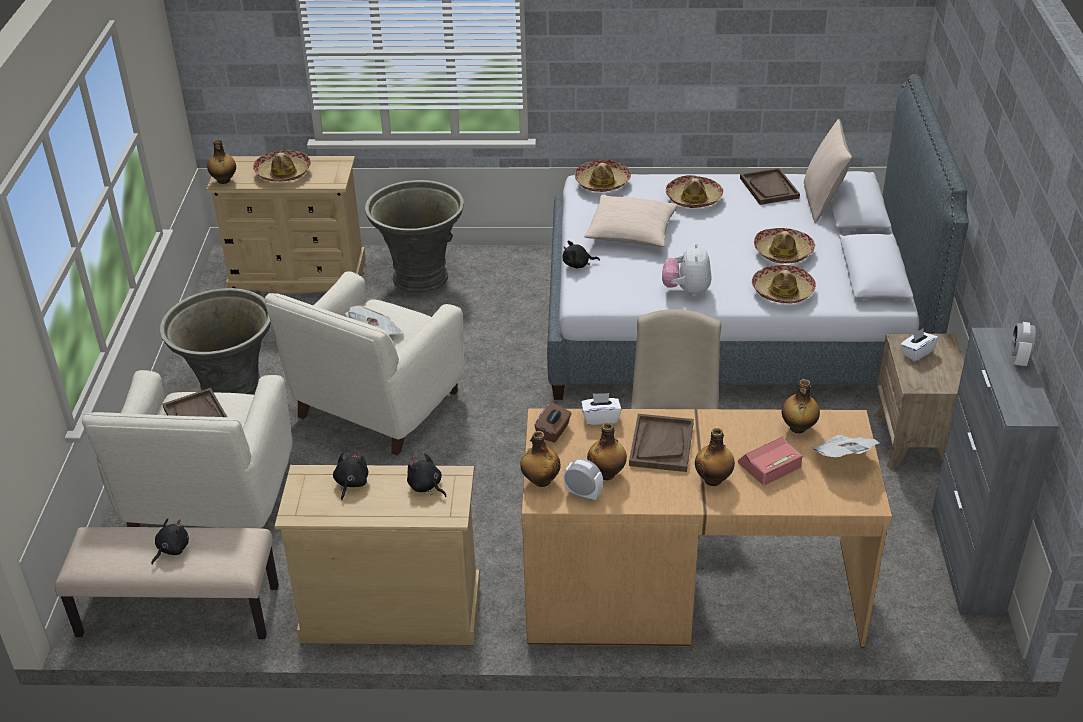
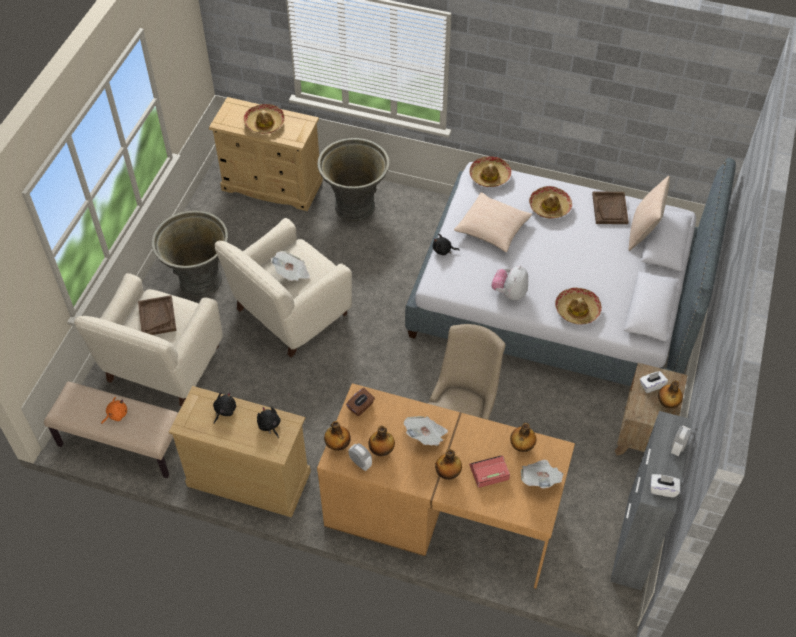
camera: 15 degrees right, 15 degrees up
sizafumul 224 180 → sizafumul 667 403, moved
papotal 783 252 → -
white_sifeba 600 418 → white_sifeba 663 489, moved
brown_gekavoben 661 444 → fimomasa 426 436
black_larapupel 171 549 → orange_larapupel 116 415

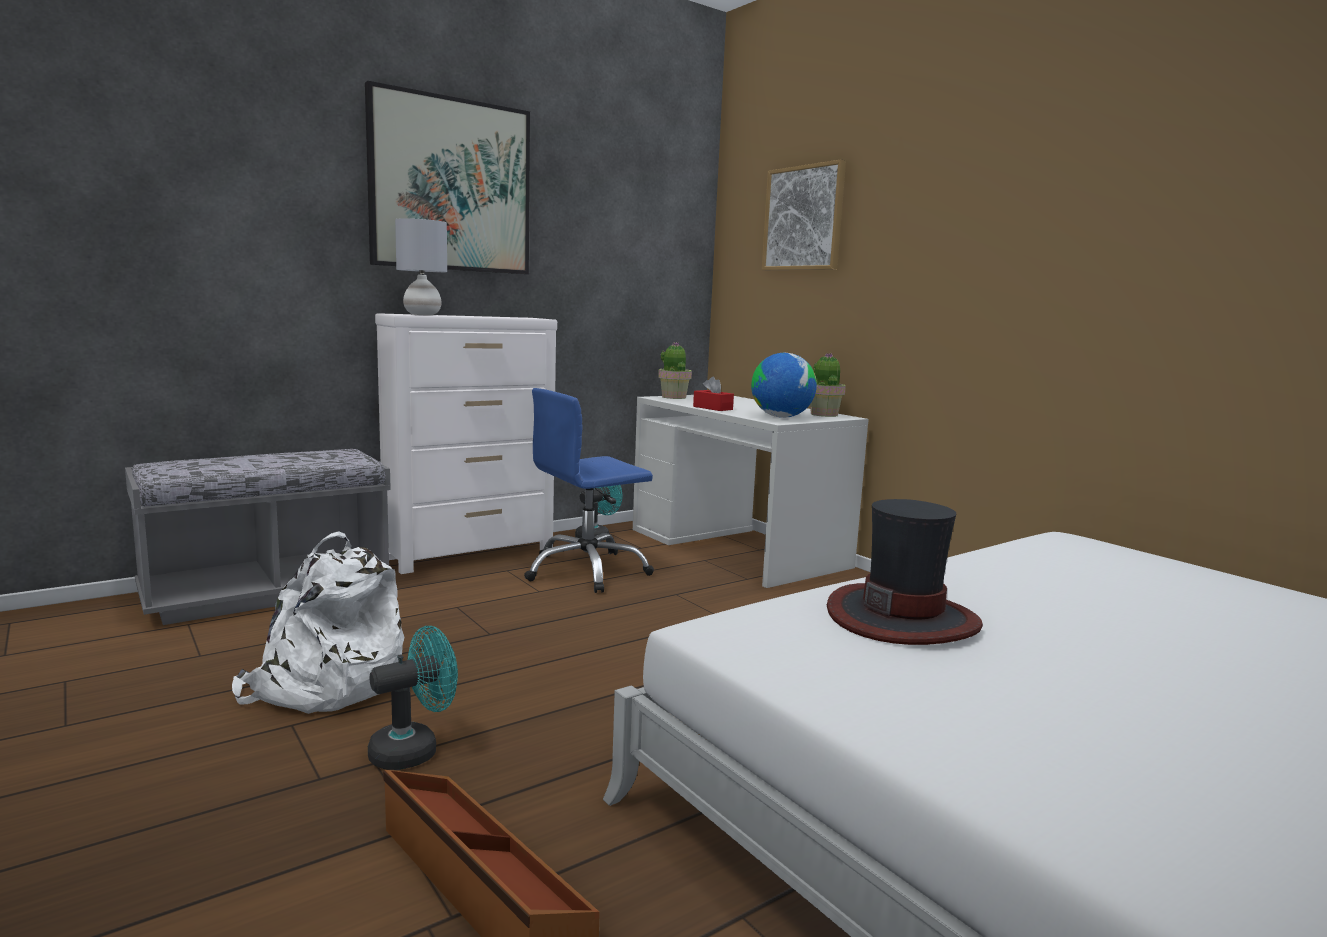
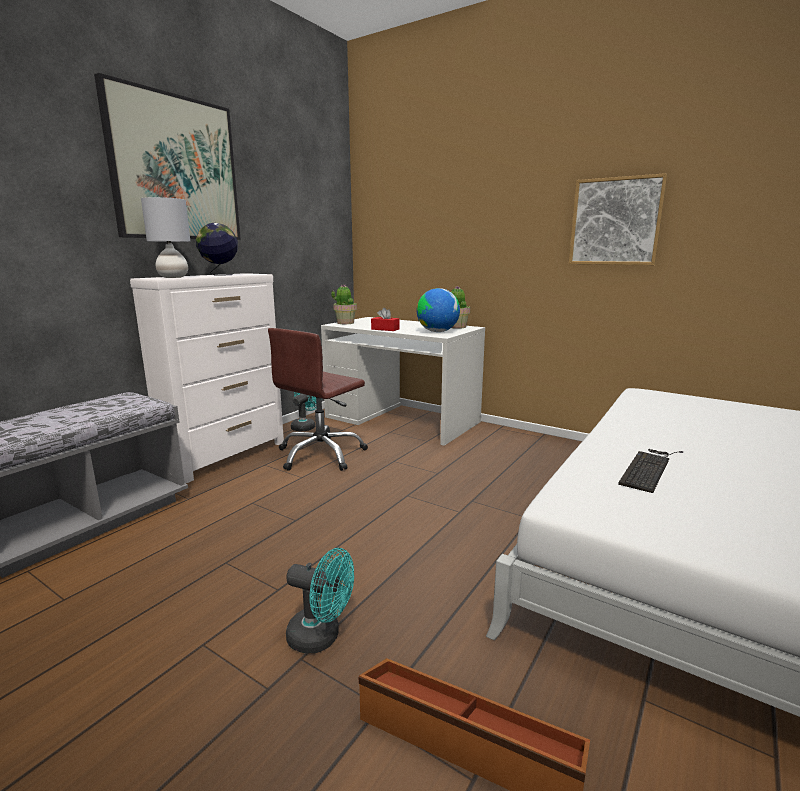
camera: 20 degrees left, 5 degrees up
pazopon 803 218 → pazopon 615 221, moved
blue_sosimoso 587 571 → brown_sosimoso 321 454
papotal 902 617 → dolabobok 649 468
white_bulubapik 325 685 → -
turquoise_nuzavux 414 750 → turquoise_nuzavux 321 637, 75 degrees clockwise
- → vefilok 220 275

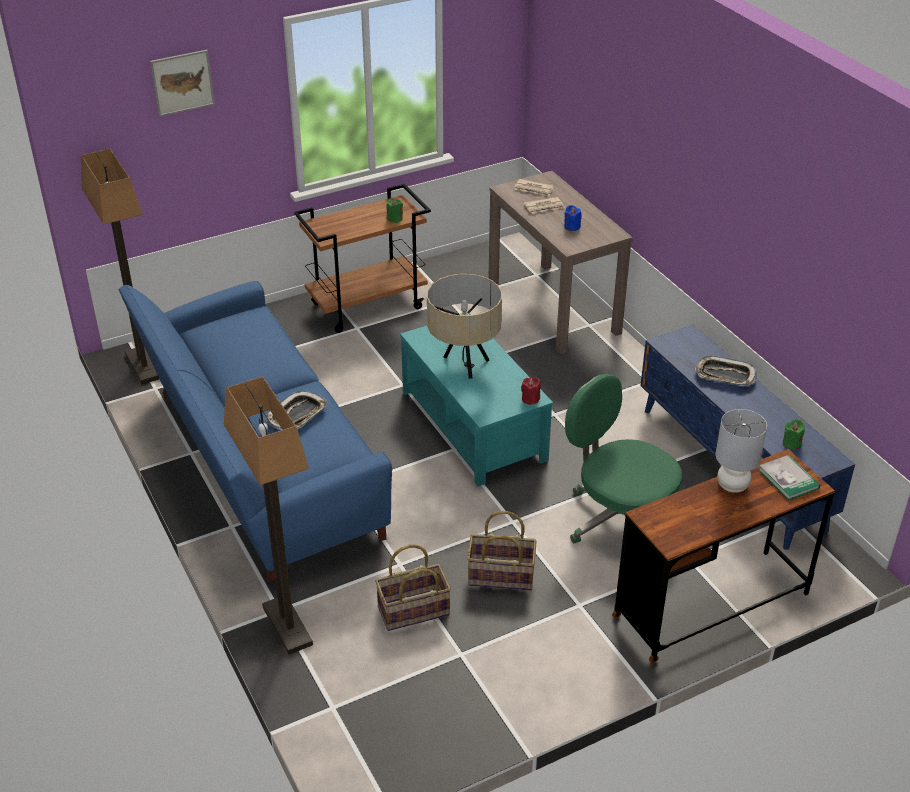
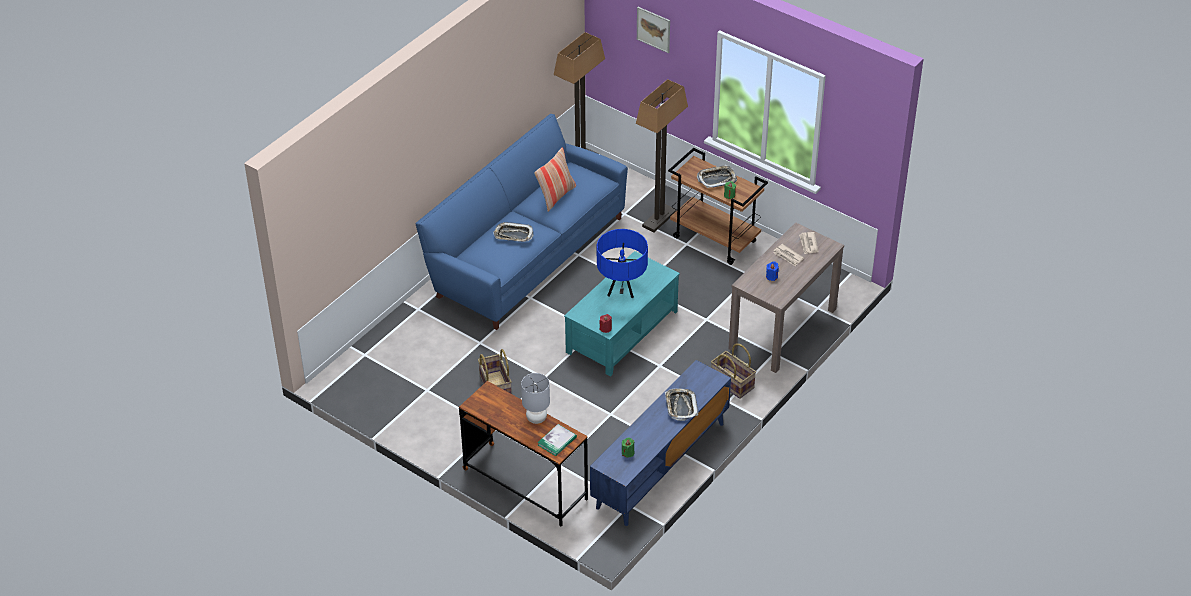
camera: 65 degrees right, 5 degrees up
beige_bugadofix 464 364 → blue_bugadofix 622 288
green_sosimoso 619 519 → -
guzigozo 286 626 → guzigozo 659 219, moved
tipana 413 612 → tipana 731 383, moved
- → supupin 556 196
- → gekavoben 717 179

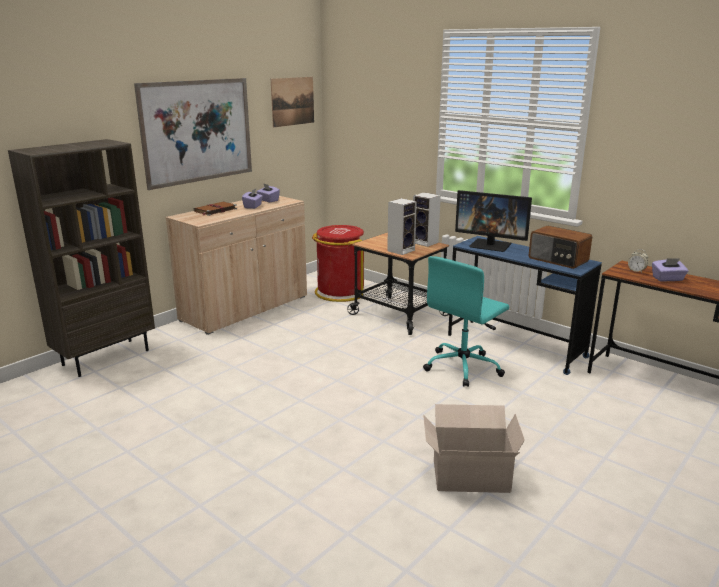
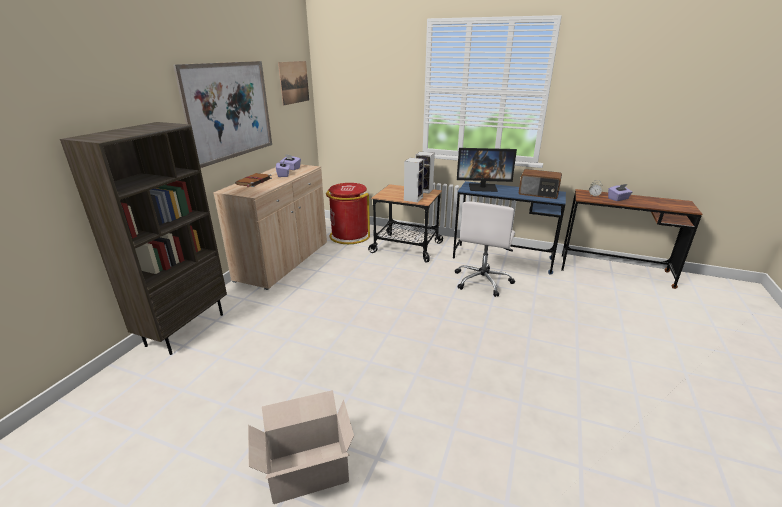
camera: 20 degrees left, 5 degrees up
turquoise_sosimoso 463 367 → white_sosimoso 482 281
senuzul 468 475 → senuzul 306 470, moved

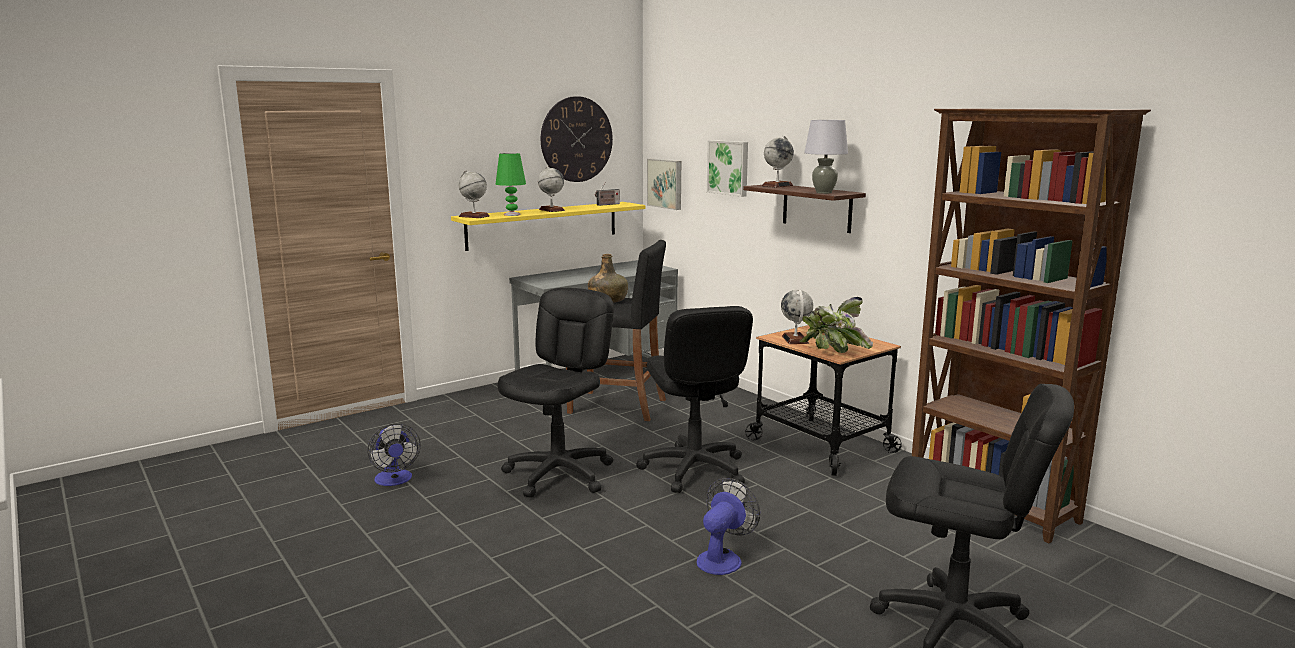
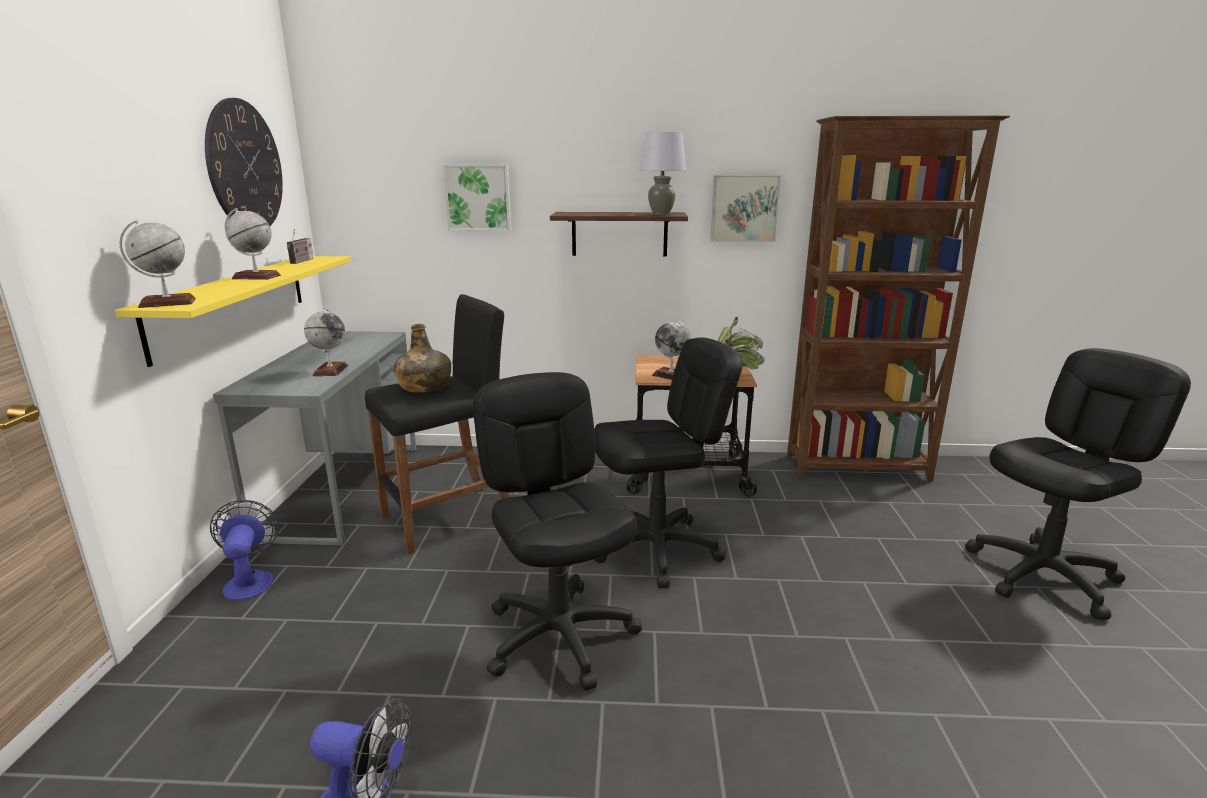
camera: 50 degrees left, 5 degrees up
vefilok 777 185 → vefilok 330 370, moved
green_bugadofix 512 214 → -
pazopon 666 183 → pazopon 744 208, moved
black_sosimoso 693 470 → black_sosimoso 657 549, 45 degrees counterclockwise
nuzavux 723 558 → nuzavux 250 580, moved

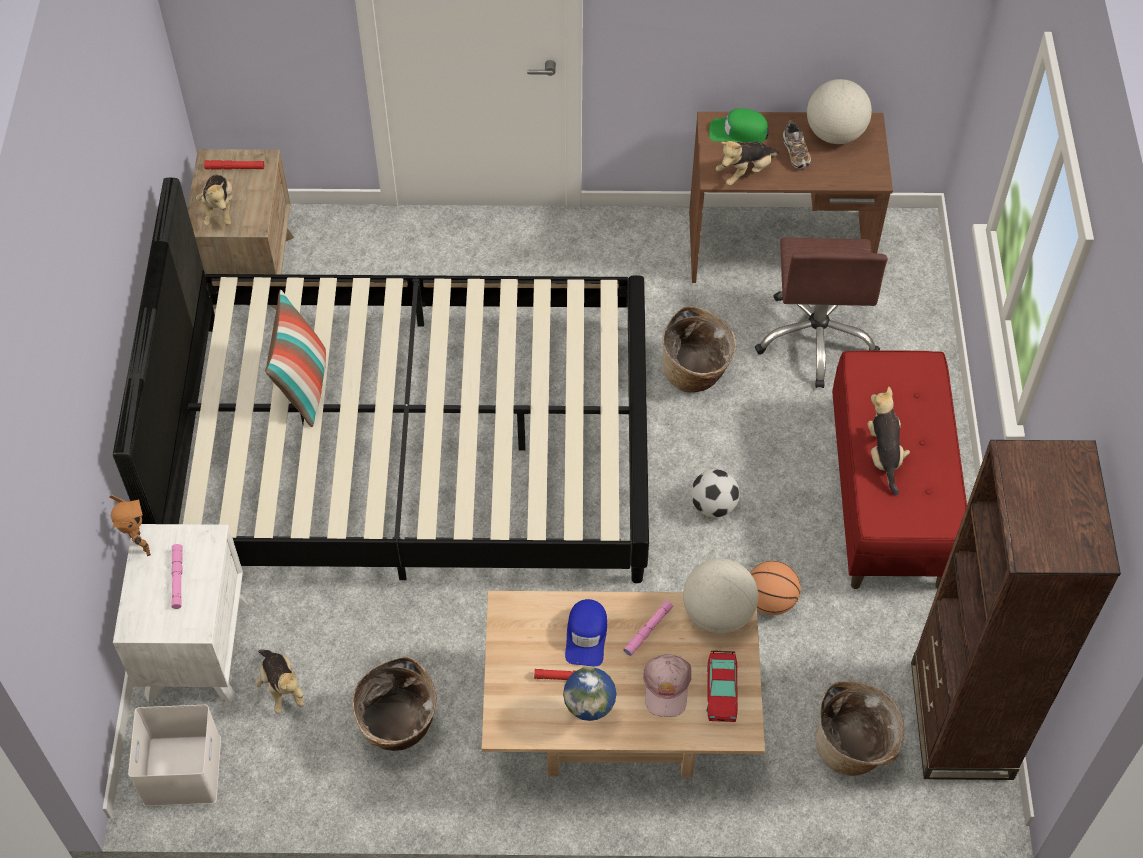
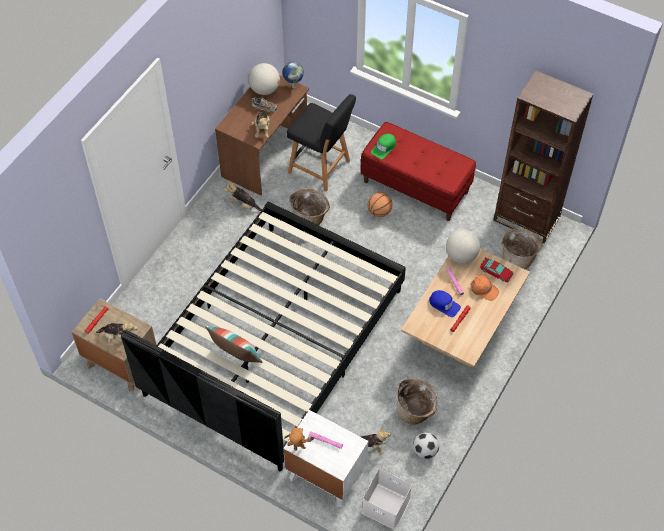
camera: 60 degrees left, 0 degrees up
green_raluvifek 738 132 → green_raluvifek 384 148, moved
brown_sosimoso 816 338 → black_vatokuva 321 168
larapupel 883 455 → larapupel 244 205, moved
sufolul 713 506 → sufolul 425 451, moved
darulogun 770 601 → darulogun 379 212, moved
pink_raluvifek 666 687 → orange_raluvifek 484 289
vefilok 590 715 → vefilok 293 86, moved

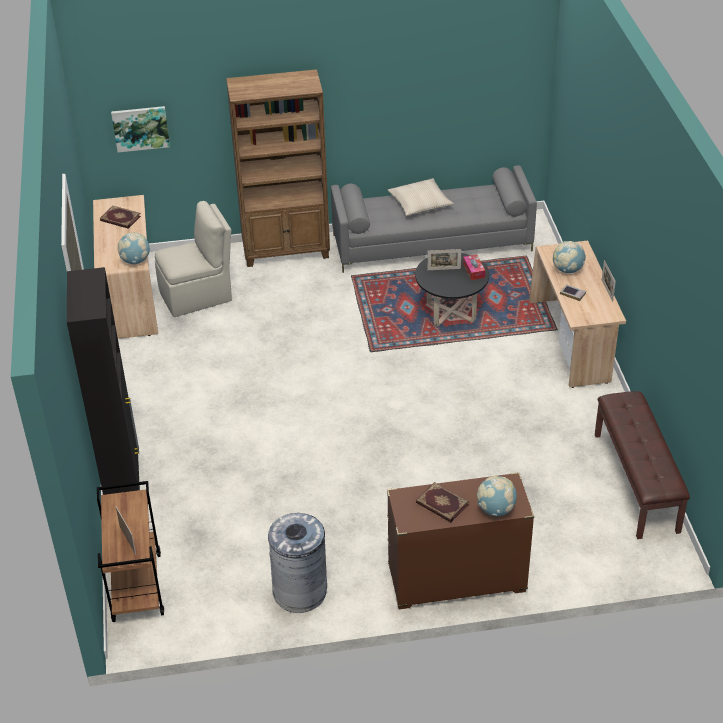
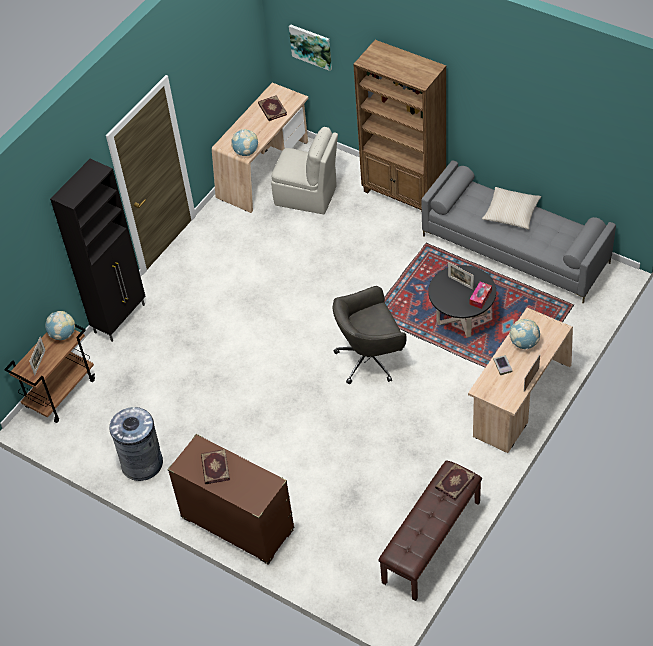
camera: 45 degrees right, 10 degrees up
vefilok 496 509 → vefilok 63 334, moved
- → grey_sosimoso 371 358
- → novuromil 454 482

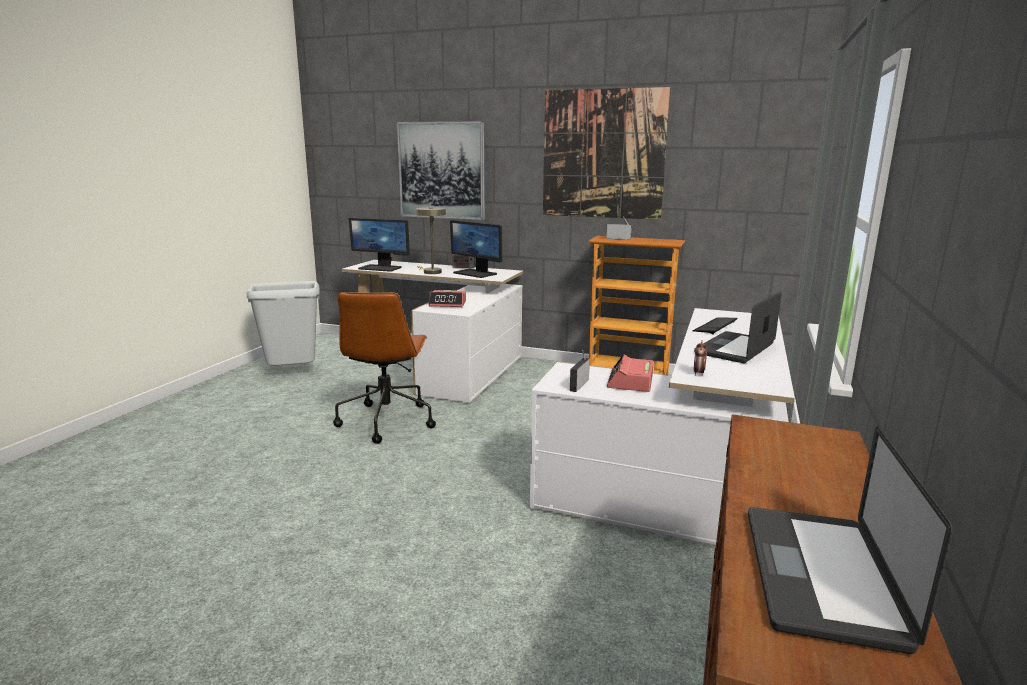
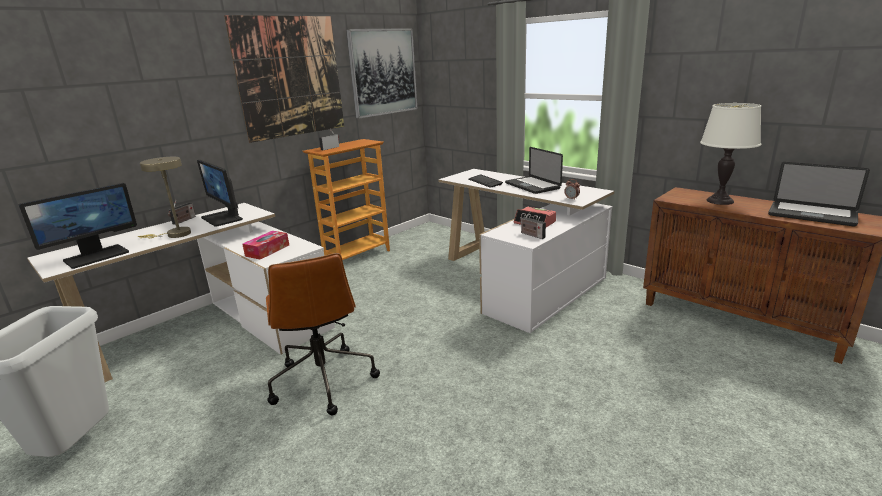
camera: 65 degrees left, 5 degrees up
pazopon 441 170 → pazopon 383 72, moved
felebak 476 273 → felebak 223 218, 75 degrees clockwise
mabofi 448 304 → sifeba 267 250
brown_sosimoso 387 420 → brown_sosimoso 323 380, 45 degrees clockwise
- → white_bugadofix 720 201

